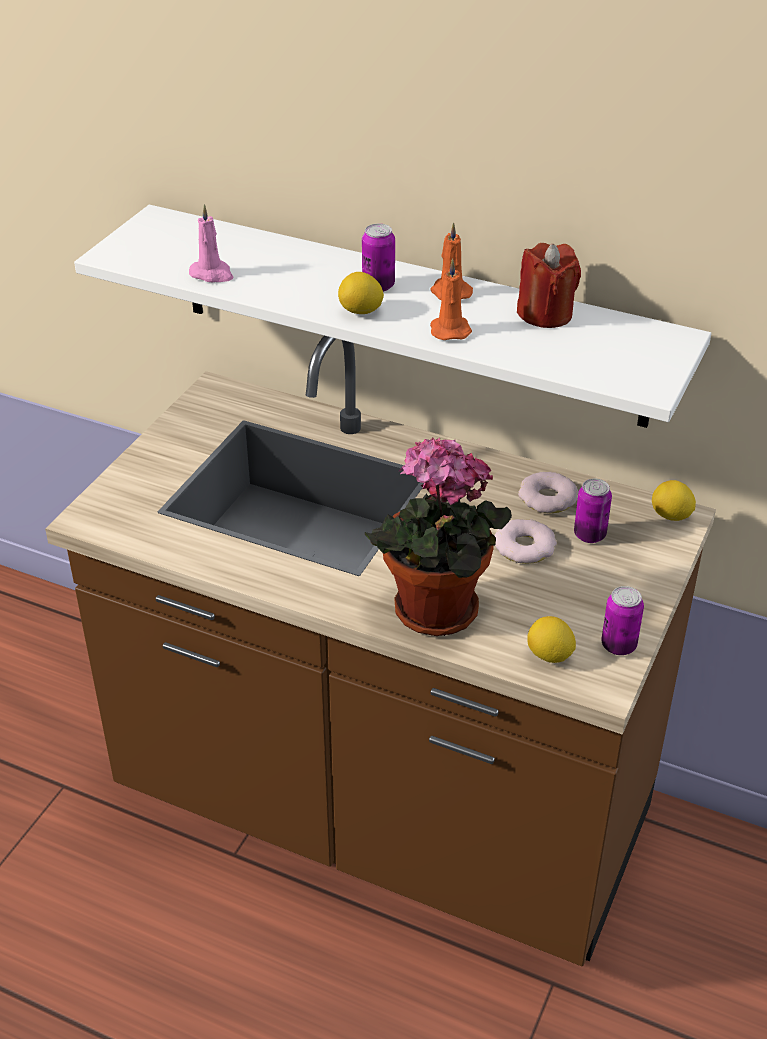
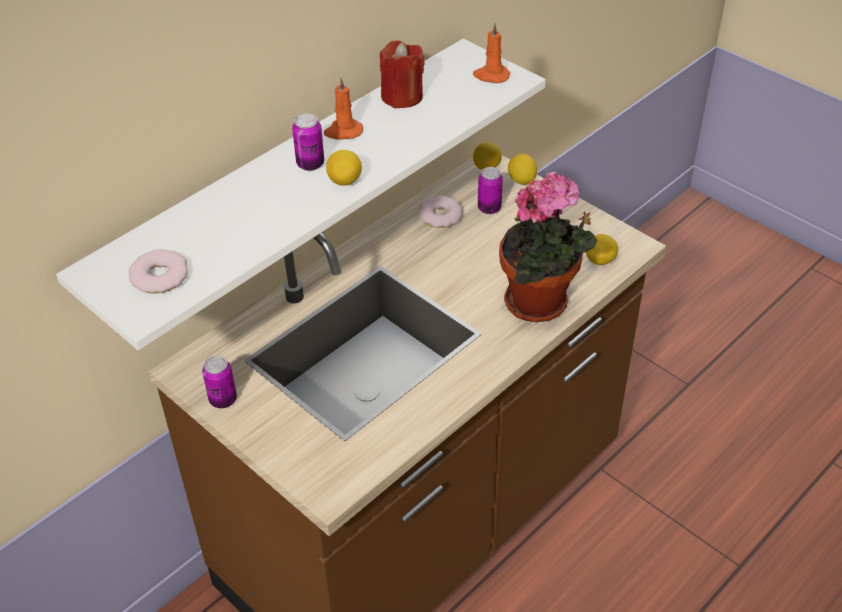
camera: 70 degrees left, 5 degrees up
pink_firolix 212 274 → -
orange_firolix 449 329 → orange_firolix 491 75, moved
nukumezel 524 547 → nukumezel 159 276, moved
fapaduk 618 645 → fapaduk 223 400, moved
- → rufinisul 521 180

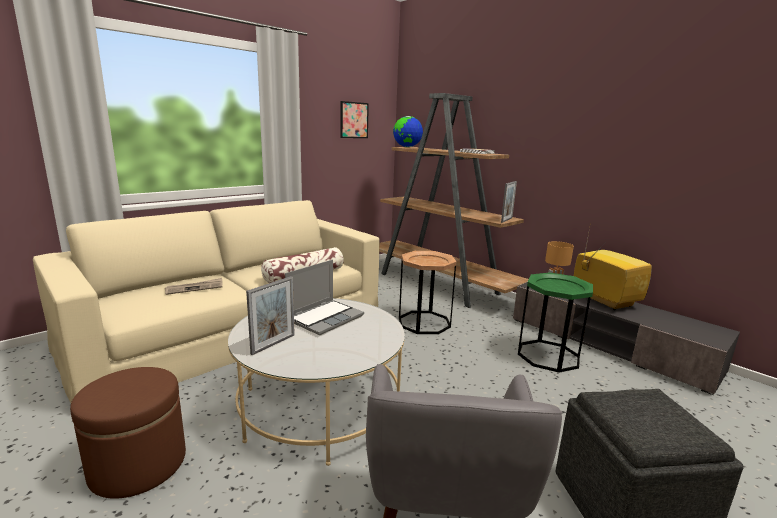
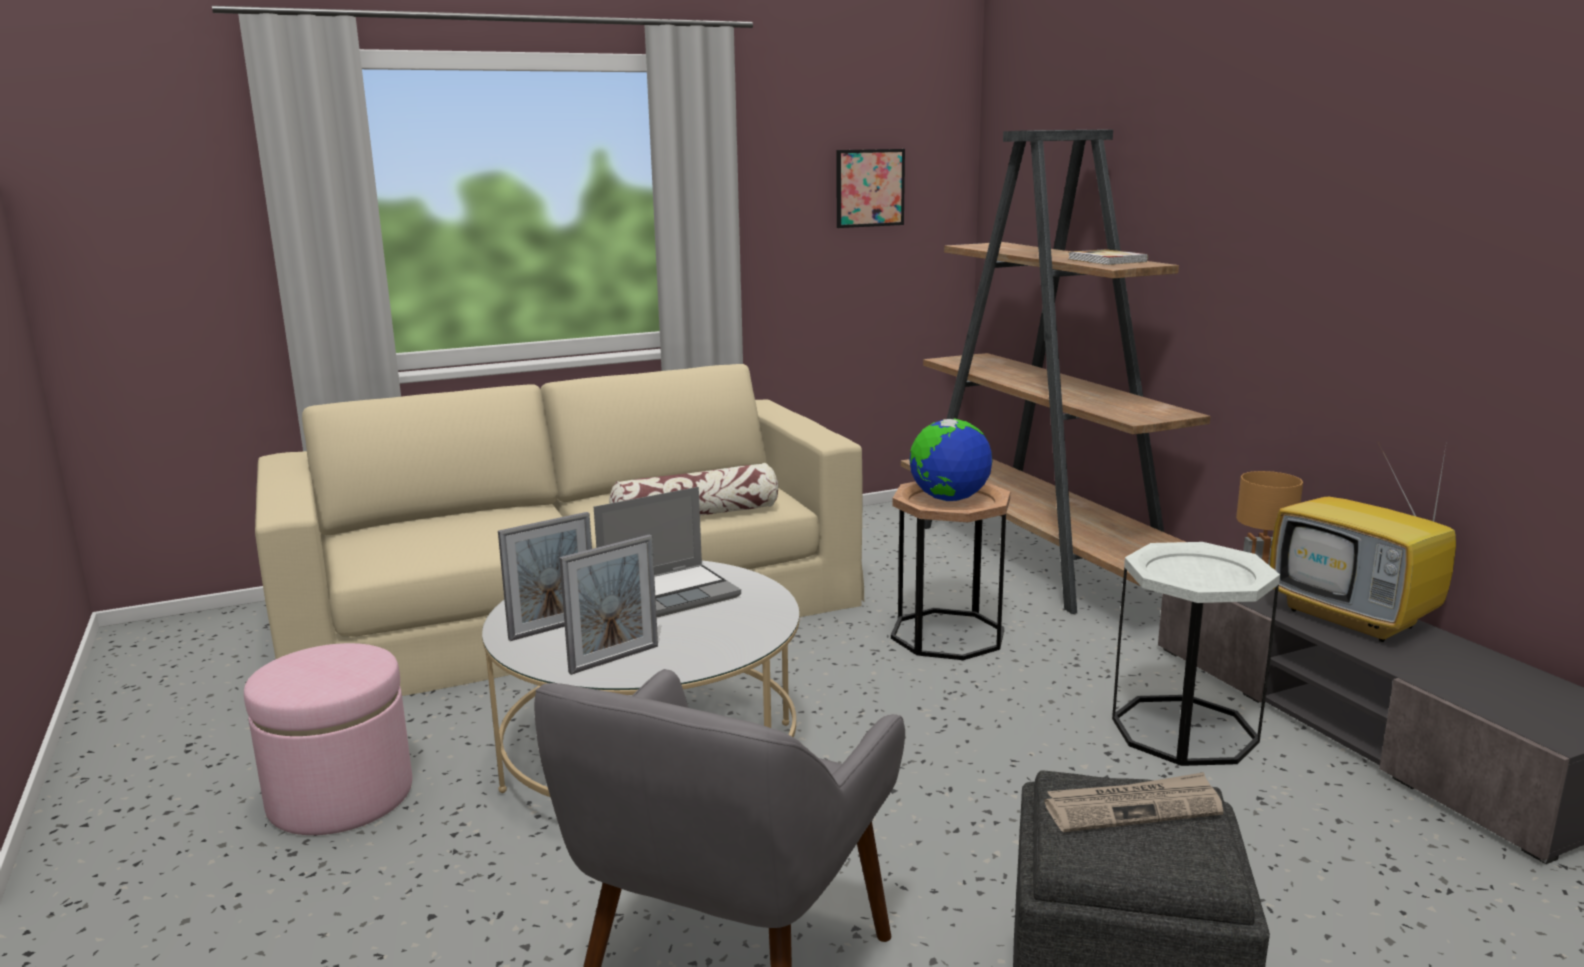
camera: 20 degrees right, 0 degrees up
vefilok 407 147 → vefilok 949 499, moved
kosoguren 506 220 → kosoguren 614 659, moved
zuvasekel 603 300 → zuvasekel 1355 619, 150 degrees clockwise
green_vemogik 548 355 → white_vemogik 1184 730
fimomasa 195 288 → fimomasa 1133 807, moved
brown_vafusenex 138 464 → pink_vafusenex 340 796

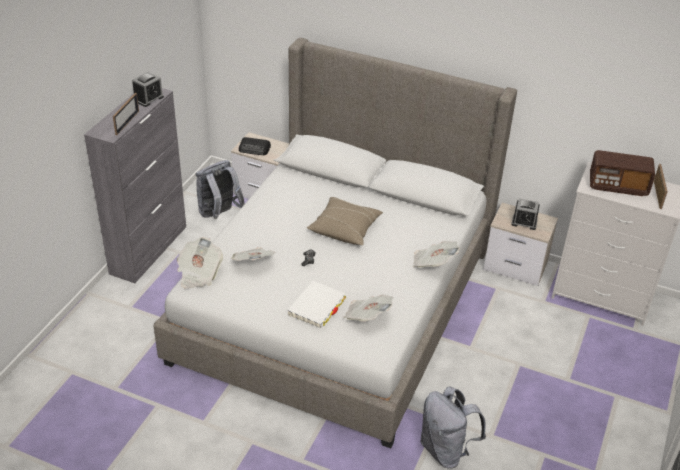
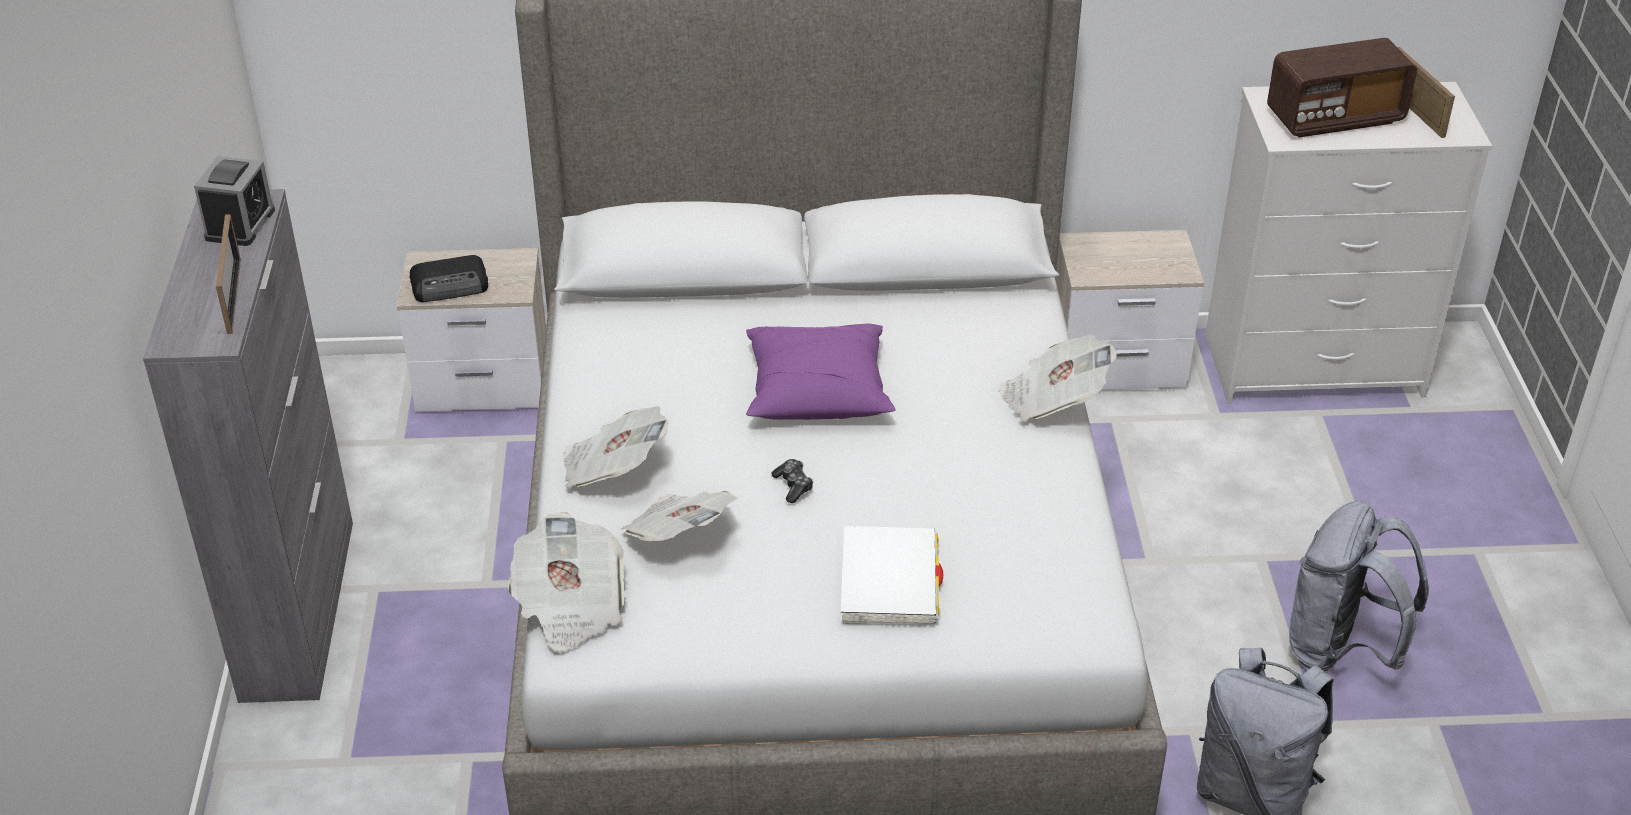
camera: 25 degrees left, 0 degrees up
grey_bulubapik 219 214 → grey_bulubapik 1340 649, moved
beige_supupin 345 229 → purple_supupin 817 390
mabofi 524 222 → -
fimomasa 367 316 → fimomasa 613 469, moved

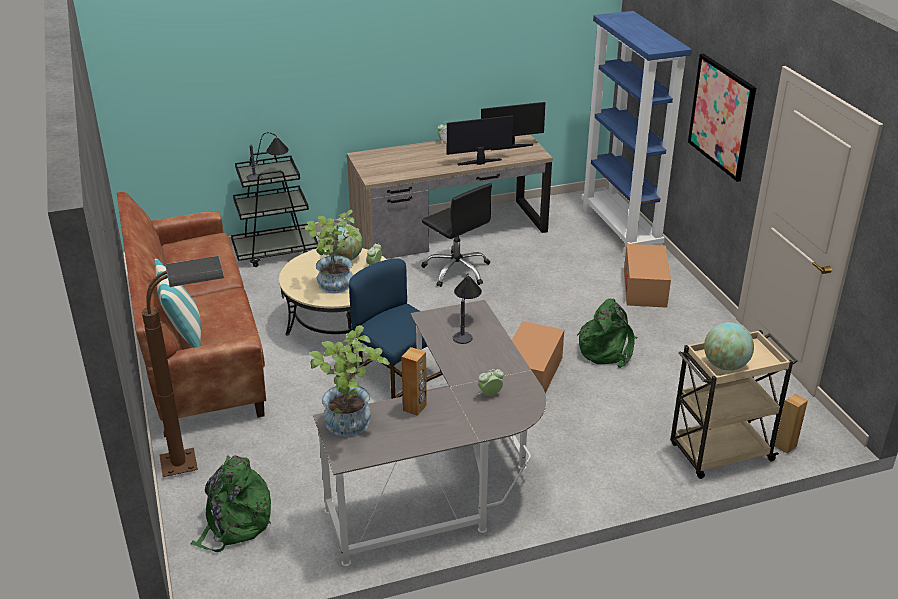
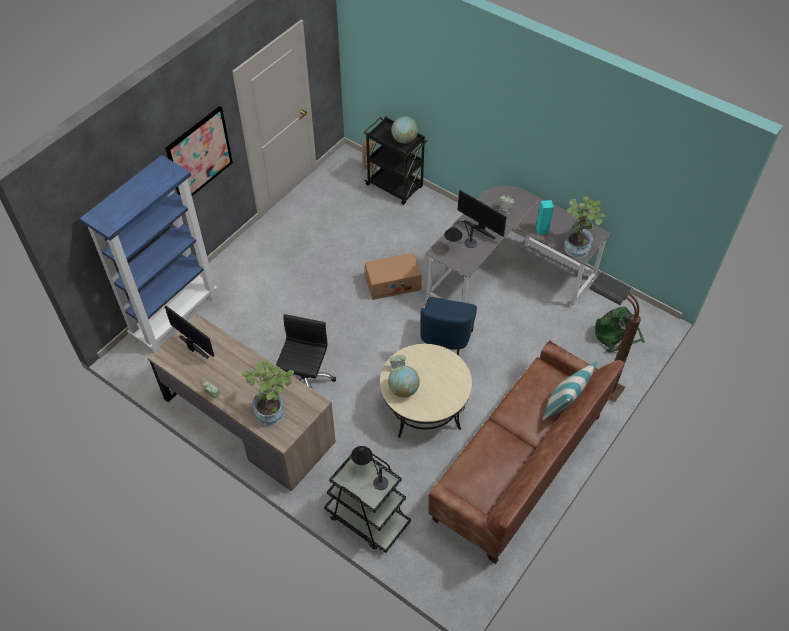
camera: 125 degrees left, 20 degrees up
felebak 480 162 → felebak 480 229, moved
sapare 335 287 → sapare 273 410, moved
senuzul 645 288 → -
green_bulubapik 607 350 → -
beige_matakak 719 453 → black_matakak 395 187
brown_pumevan 415 408 → turquoise_pumevan 542 230

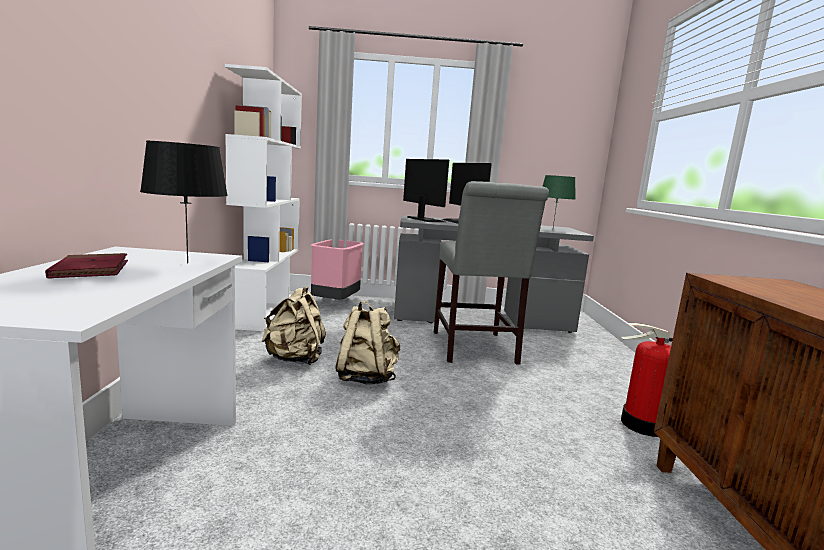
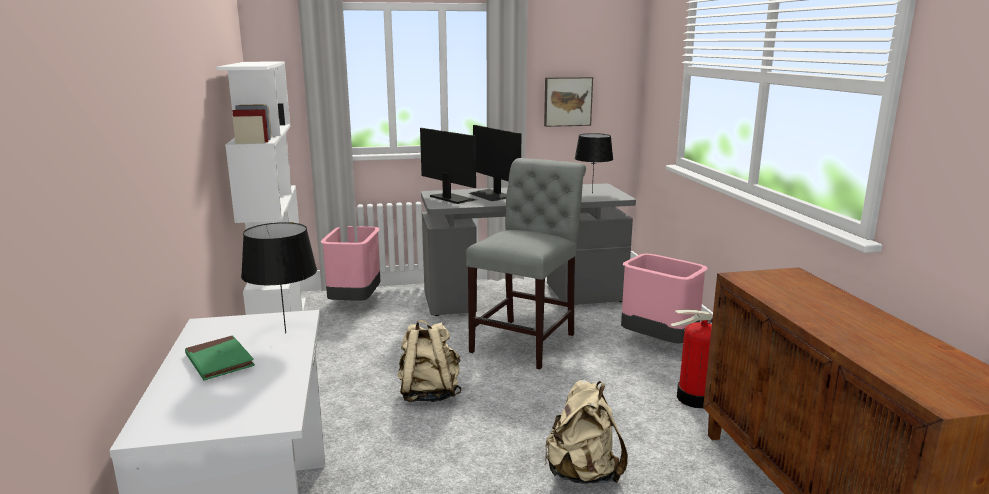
camera: 10 degrees left, 5 degrees up
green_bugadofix 552 229 → black_bugadofix 591 193
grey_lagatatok 474 349 → grey_lagatatok 527 340, 135 degrees counterclockwise
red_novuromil 91 270 → green_novuromil 219 361
beige_bulubapik 295 359 → beige_bulubapik 583 473, moved
- → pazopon 567 101
- → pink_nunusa 659 342

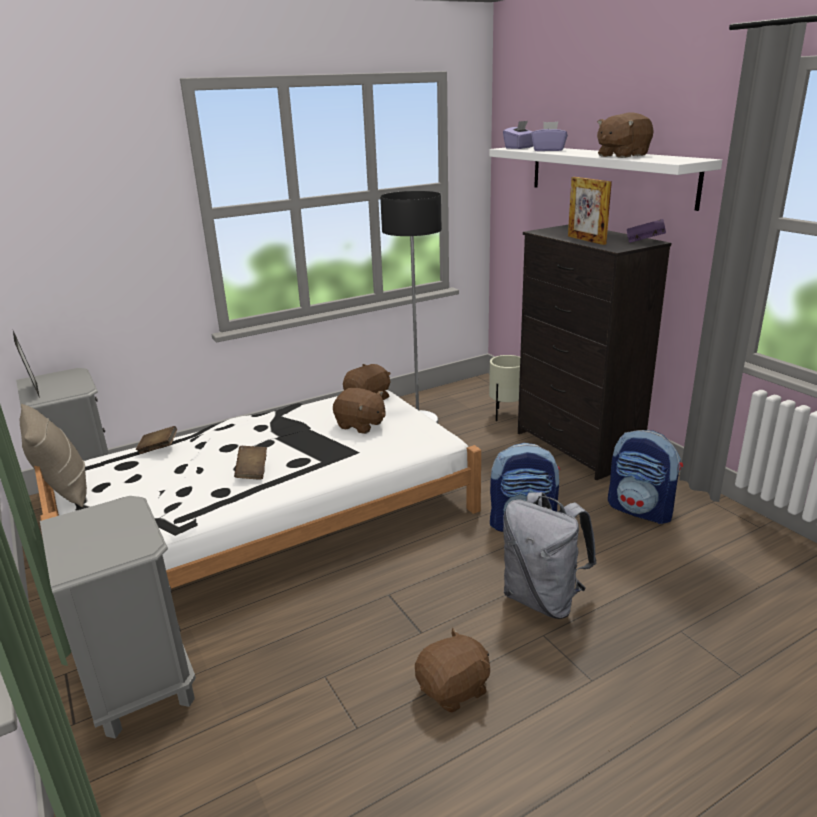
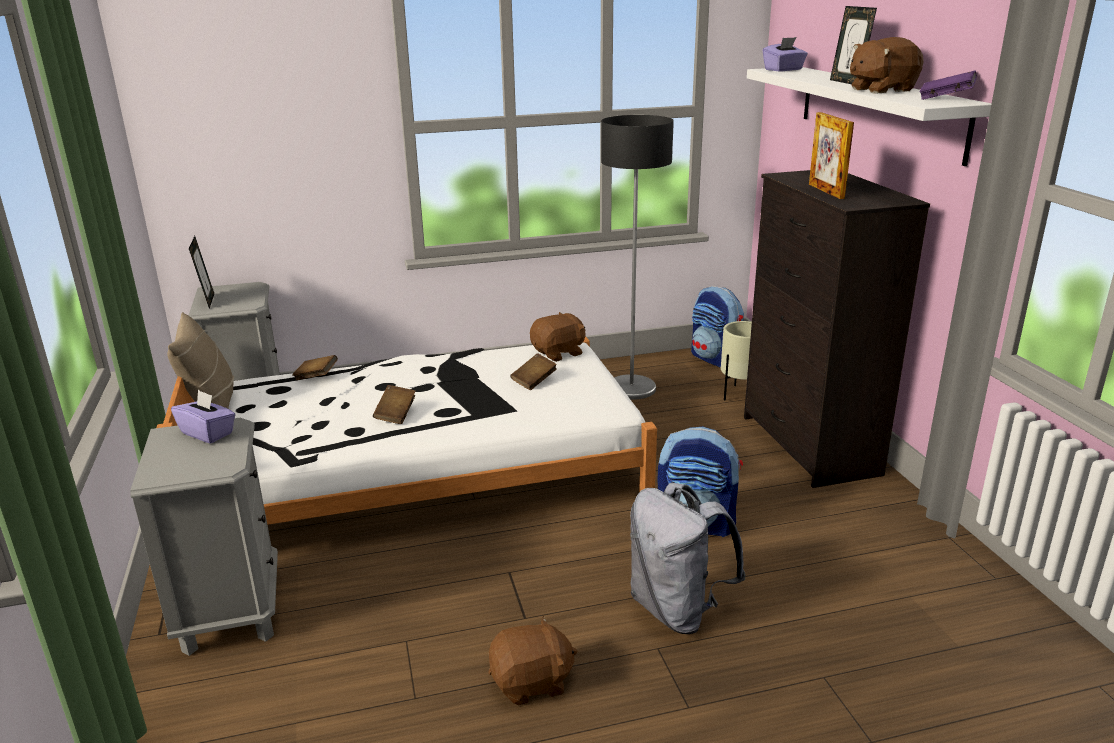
camera: 15 degrees right, 0 degrees up
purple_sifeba 549 150 → purple_sifeba 208 433, moved
purple_novuromil 644 240 → purple_novuromil 945 99, moved
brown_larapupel 360 425 → brown_novuromil 534 381
bulubapik 641 510 → bulubapik 716 359, moved
- → kosoguren 848 82

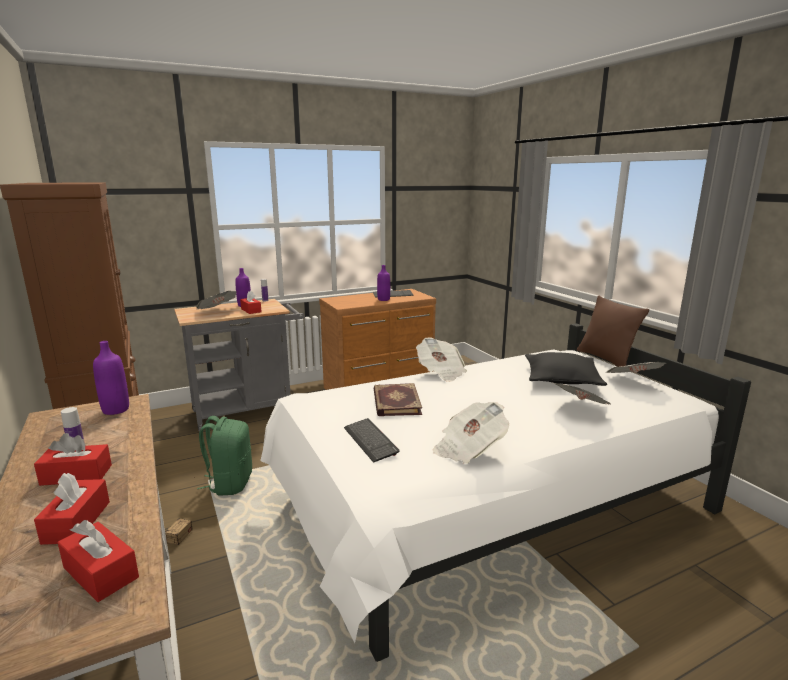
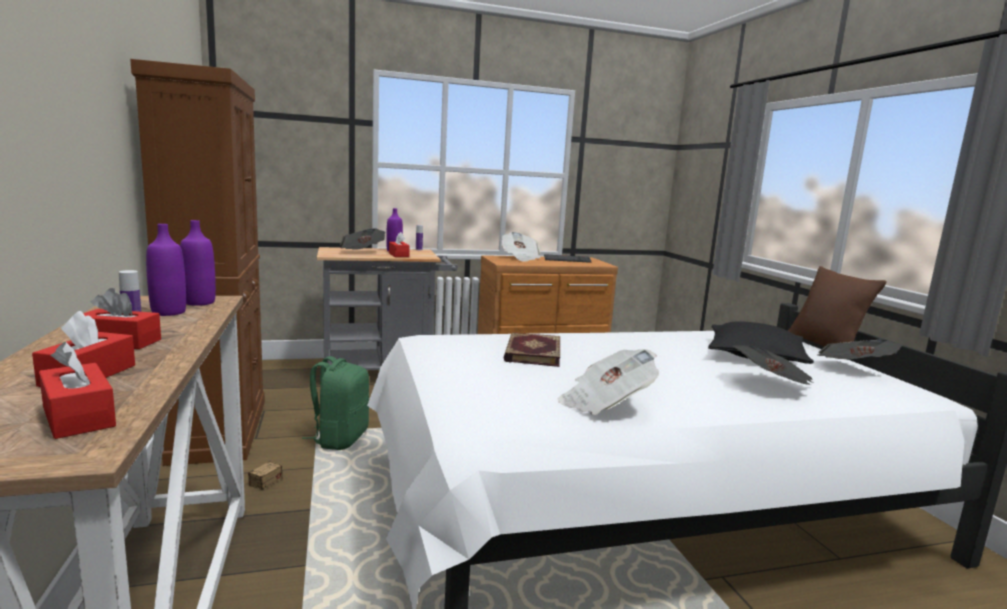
camera: 10 degrees right, 5 degrees down
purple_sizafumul 383 299 → purple_sizafumul 168 312, moved
fimomasa 441 372 → fimomasa 520 258, moved
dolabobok 370 441 → -

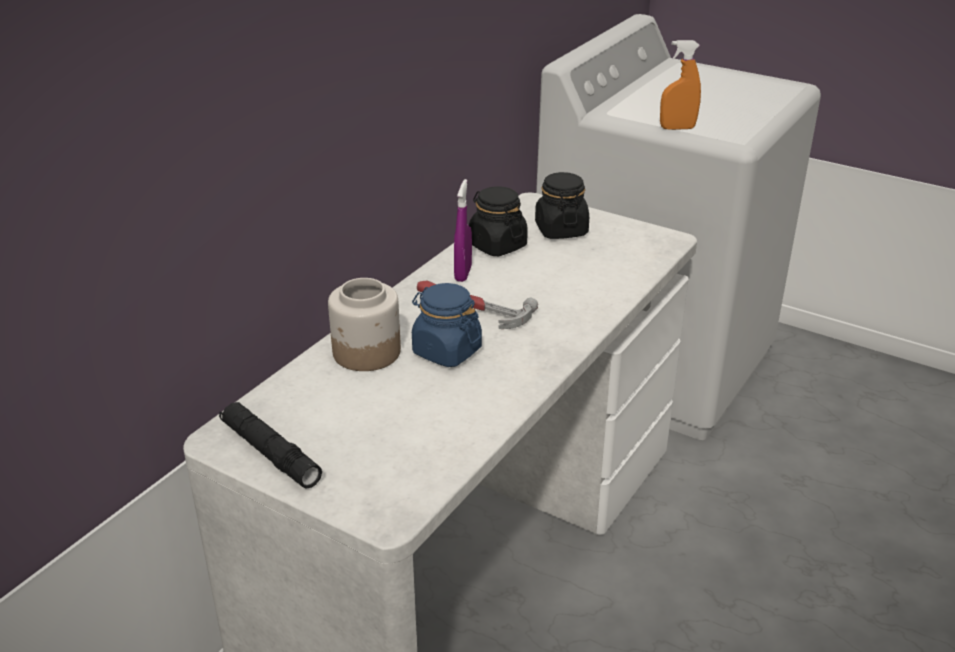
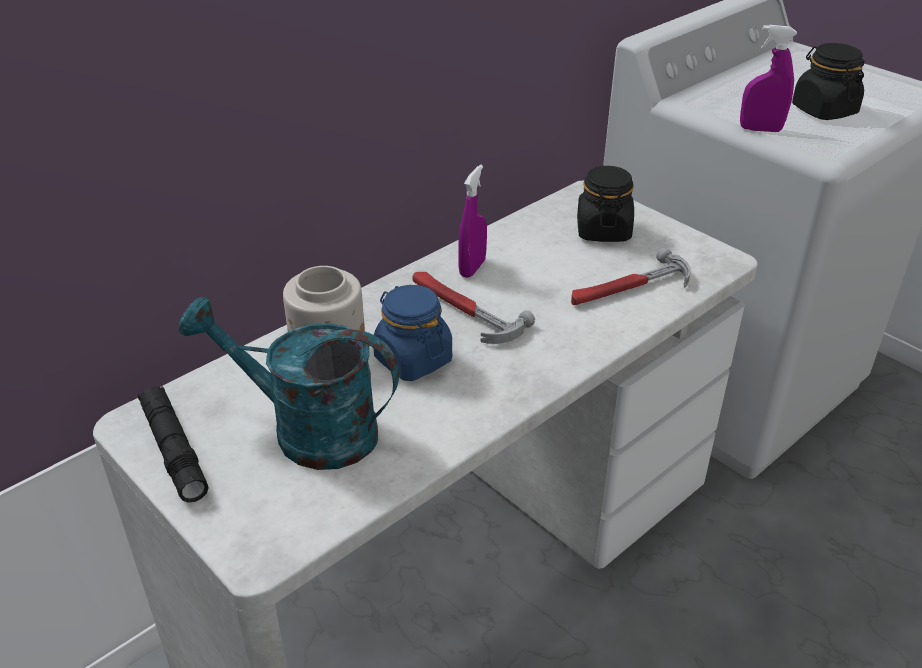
camera: 15 degrees right, 5 degrees up
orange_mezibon 677 128 → purple_mezibon 760 129
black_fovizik 497 245 → black_fovizik 823 110, moved
- → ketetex 629 288
- → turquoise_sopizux 307 430

